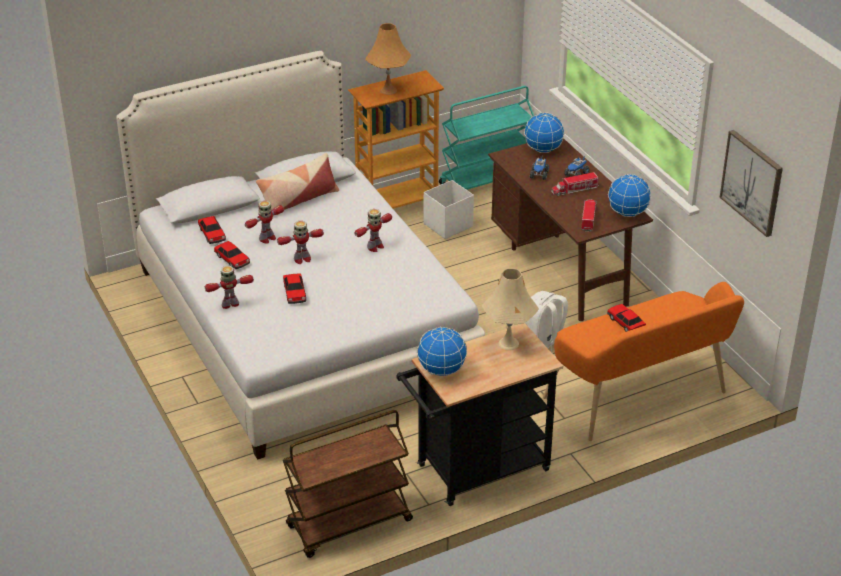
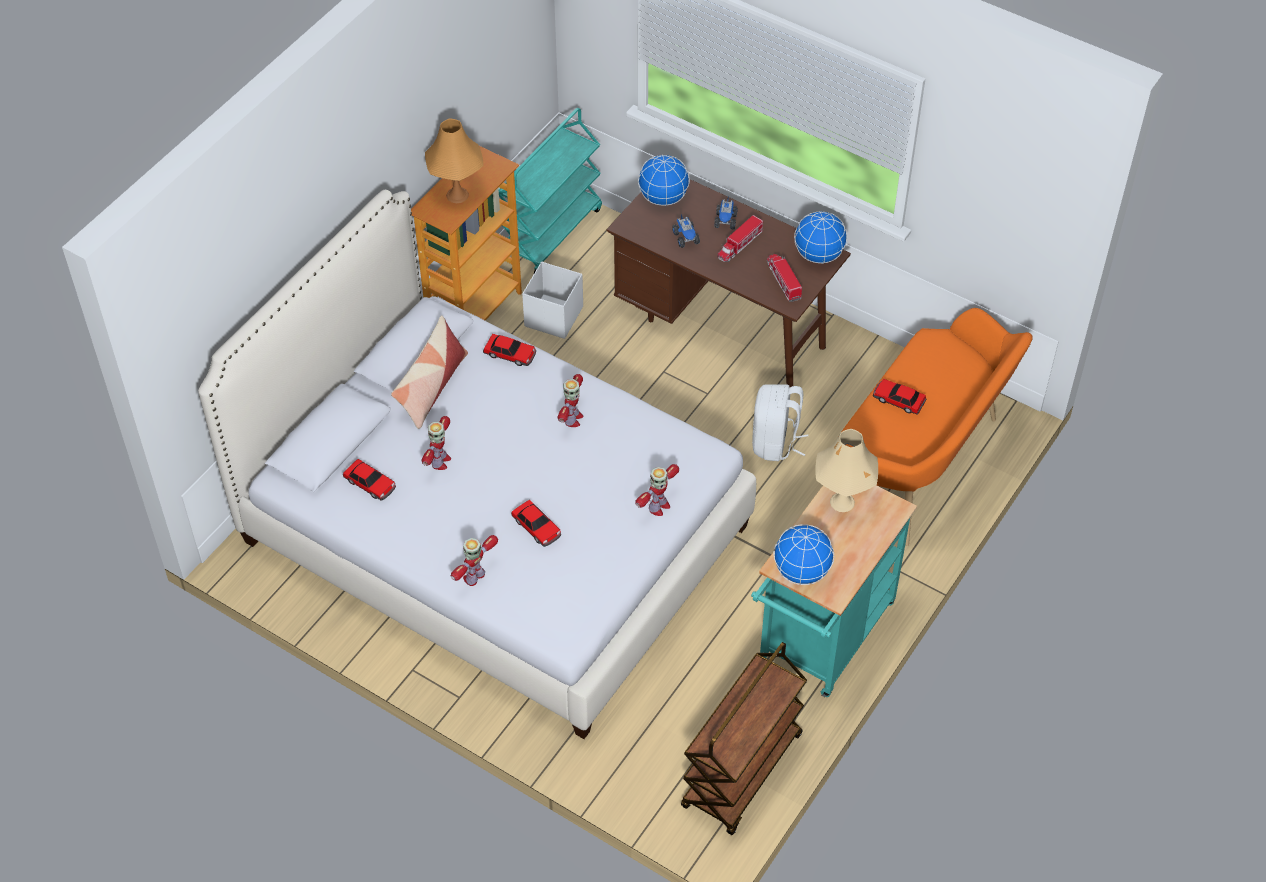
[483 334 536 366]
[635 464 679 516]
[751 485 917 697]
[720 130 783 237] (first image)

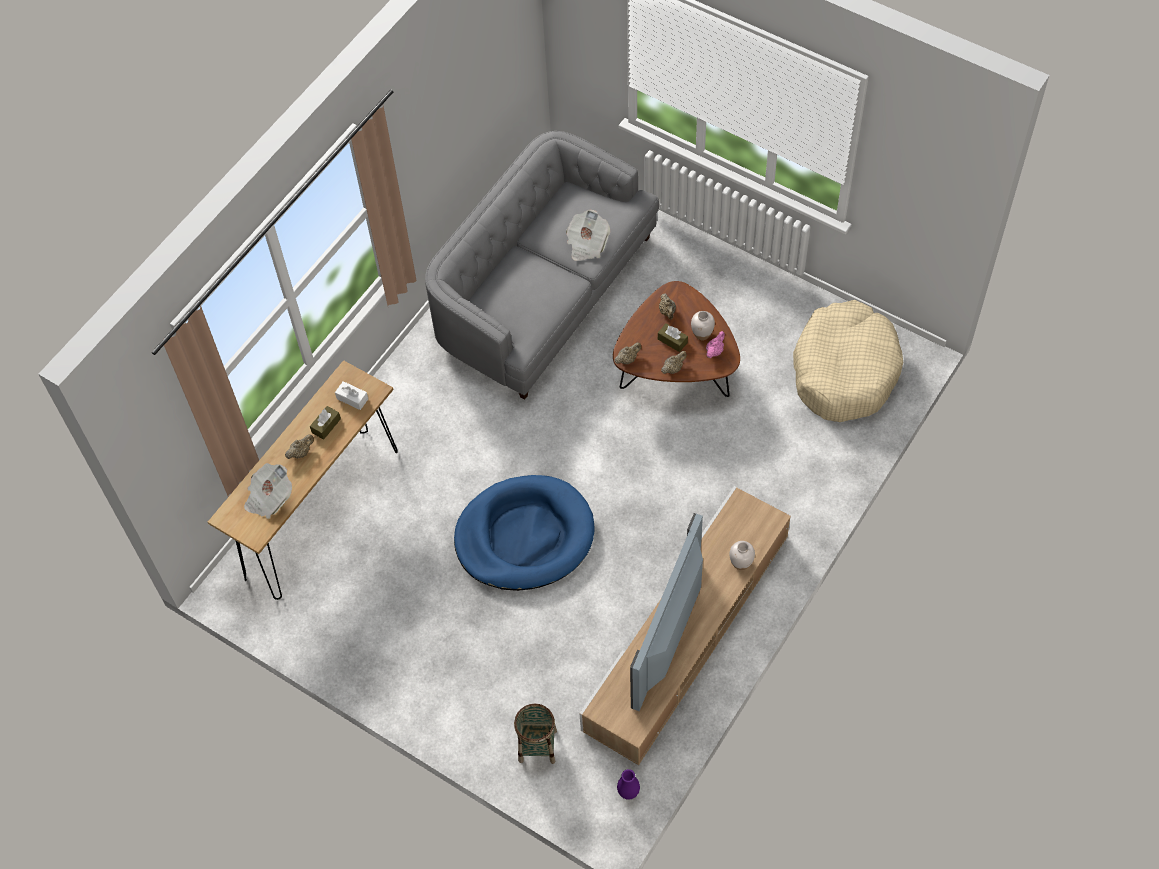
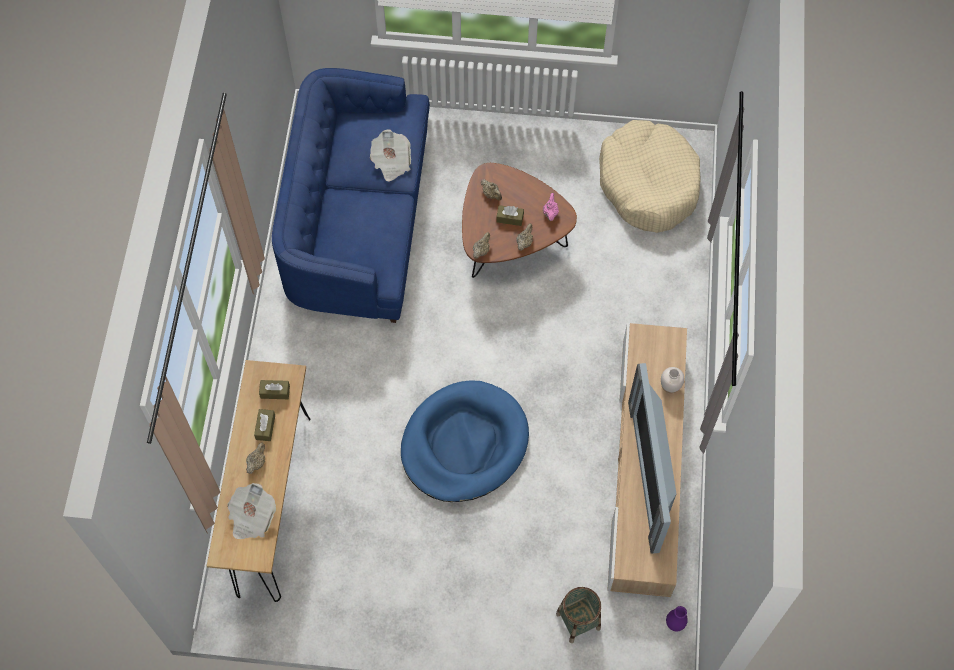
[259 380 290 399]
[272 68 430 323]
[691 311 715 340] (first image)

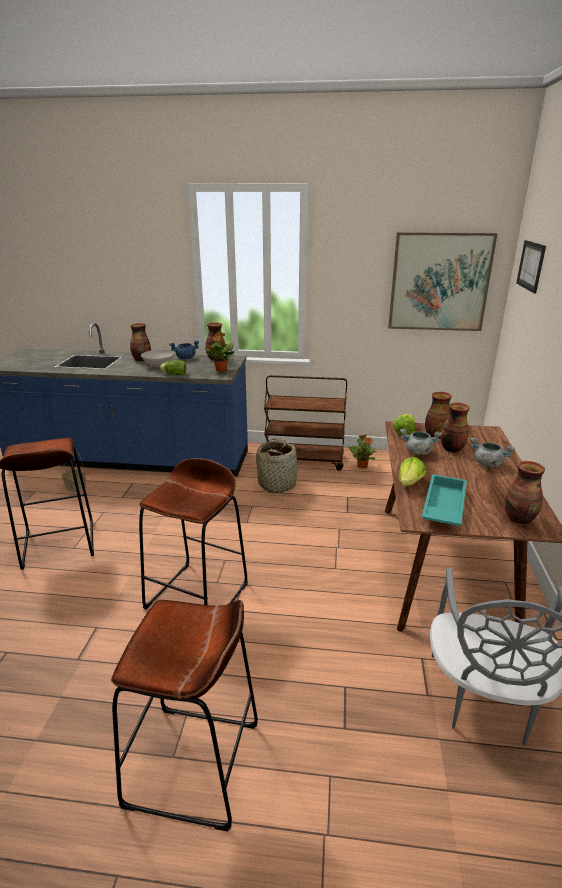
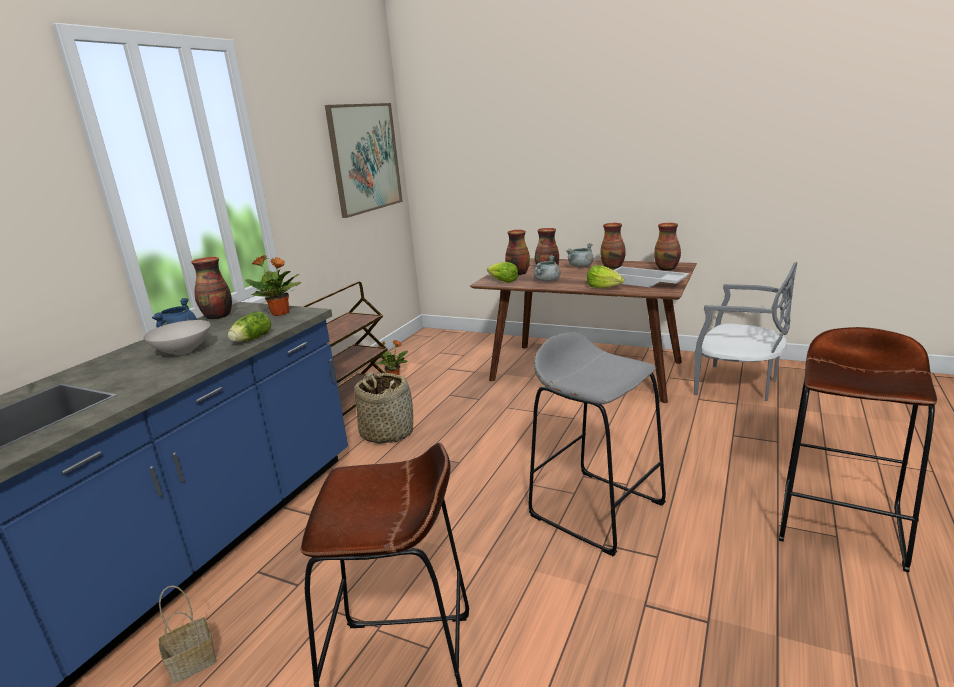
[529 332 666 556]
[600 223 626 269]
[614 267 689 287]
[516 240 546 294] (first image)

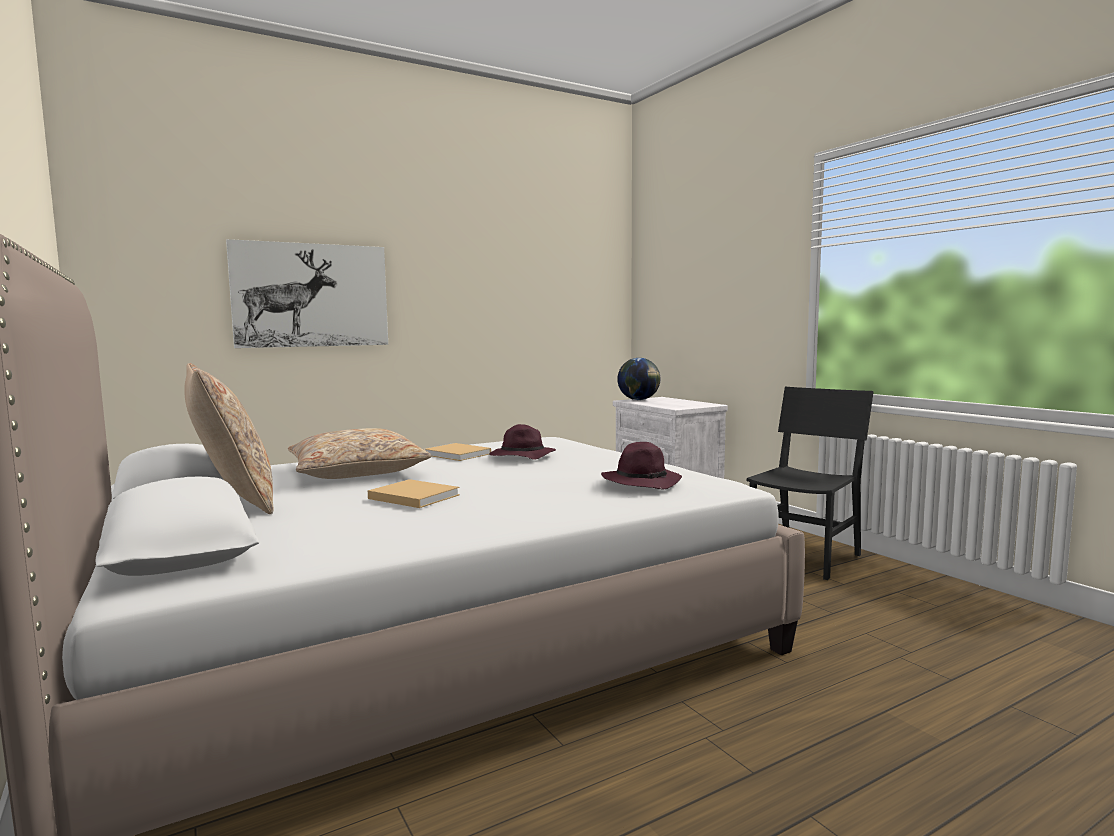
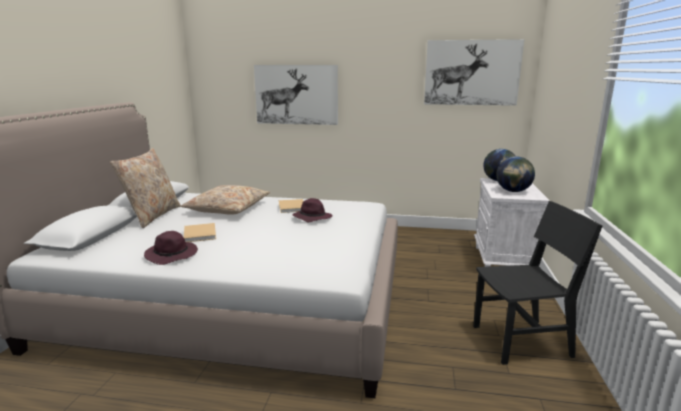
[144 231 198 265]
[424 39 524 106]
[496 156 535 192]

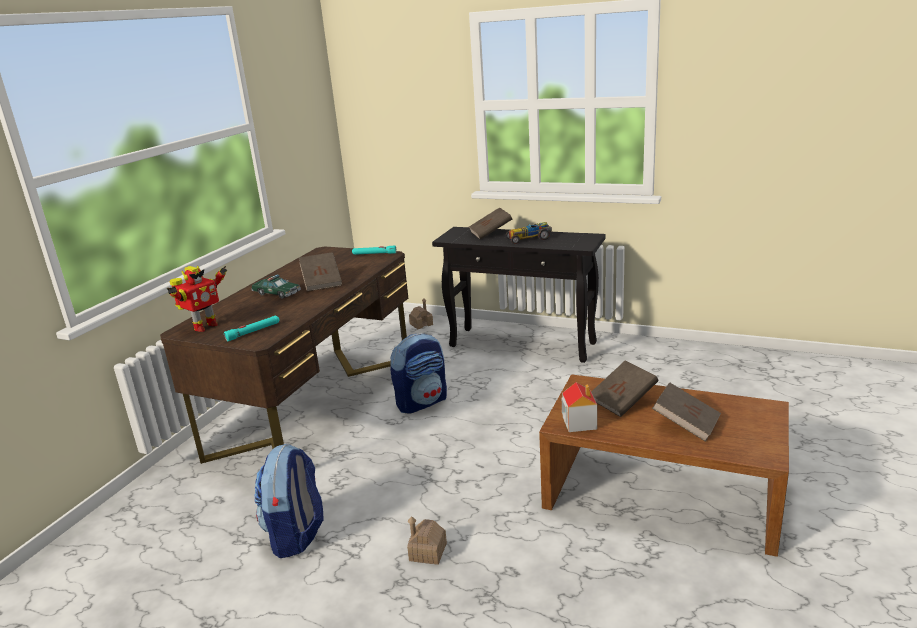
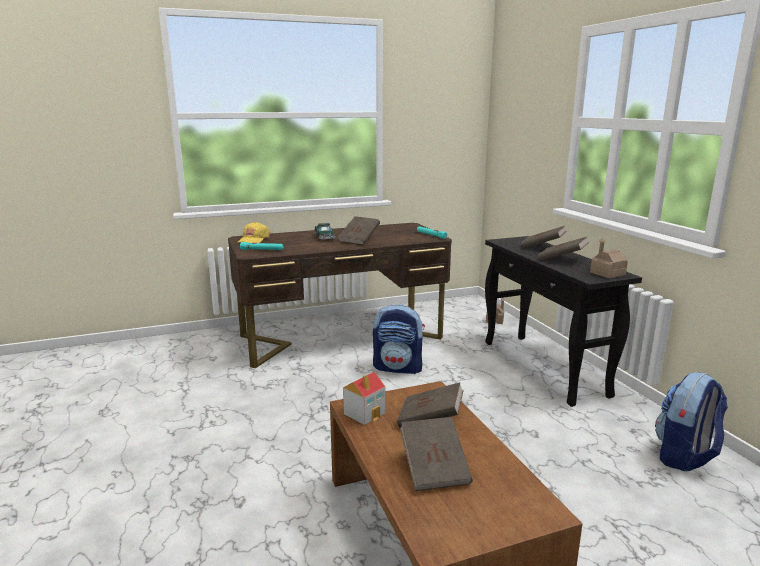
[238 222 270 243]
[538 237 589 261]
[590 238 628 278]
[655 372 728 471]

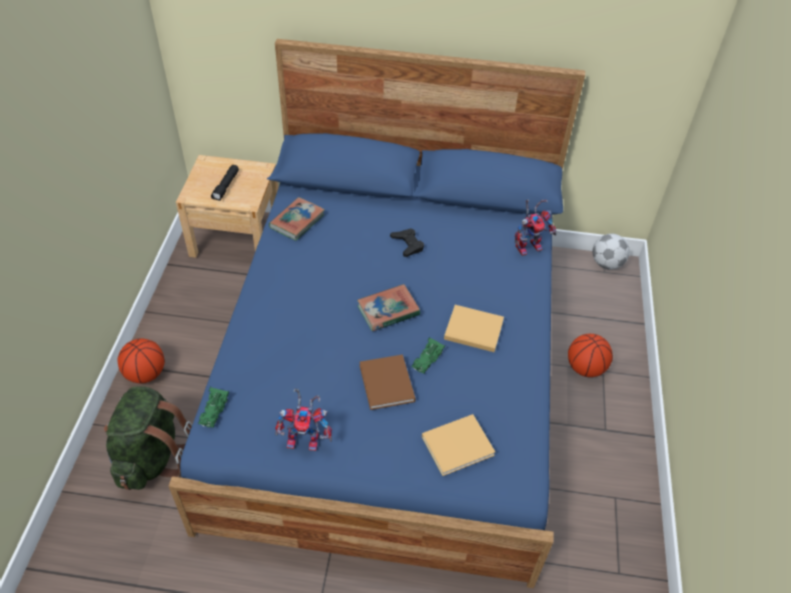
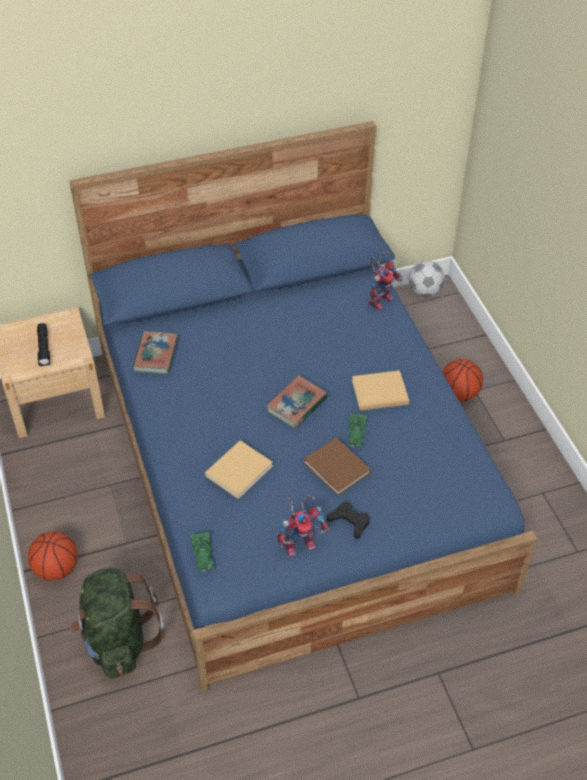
[205 440 273 499]
[326 502 370 539]

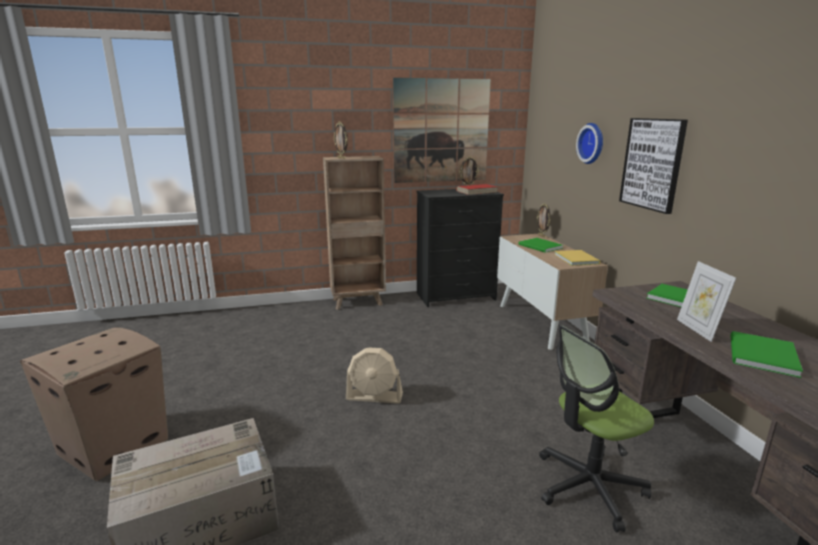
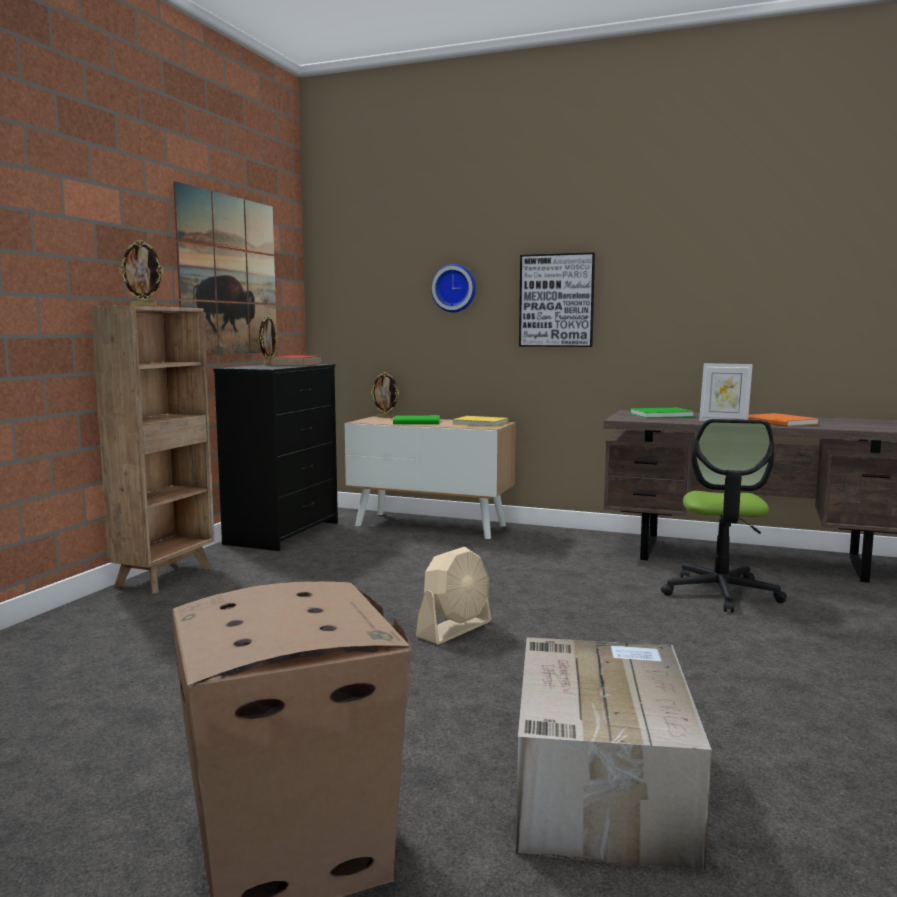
[748 413 819 427]

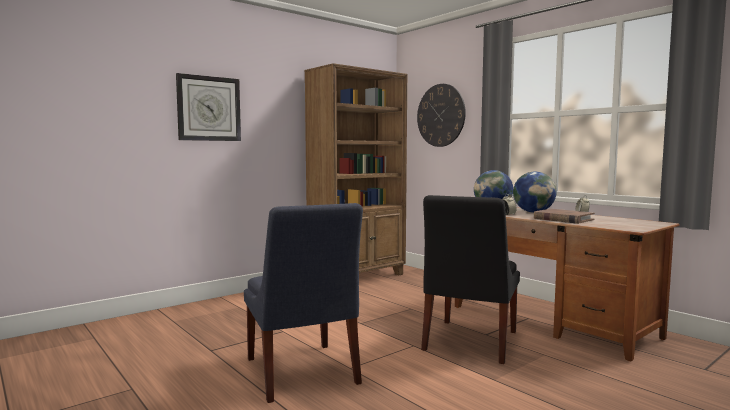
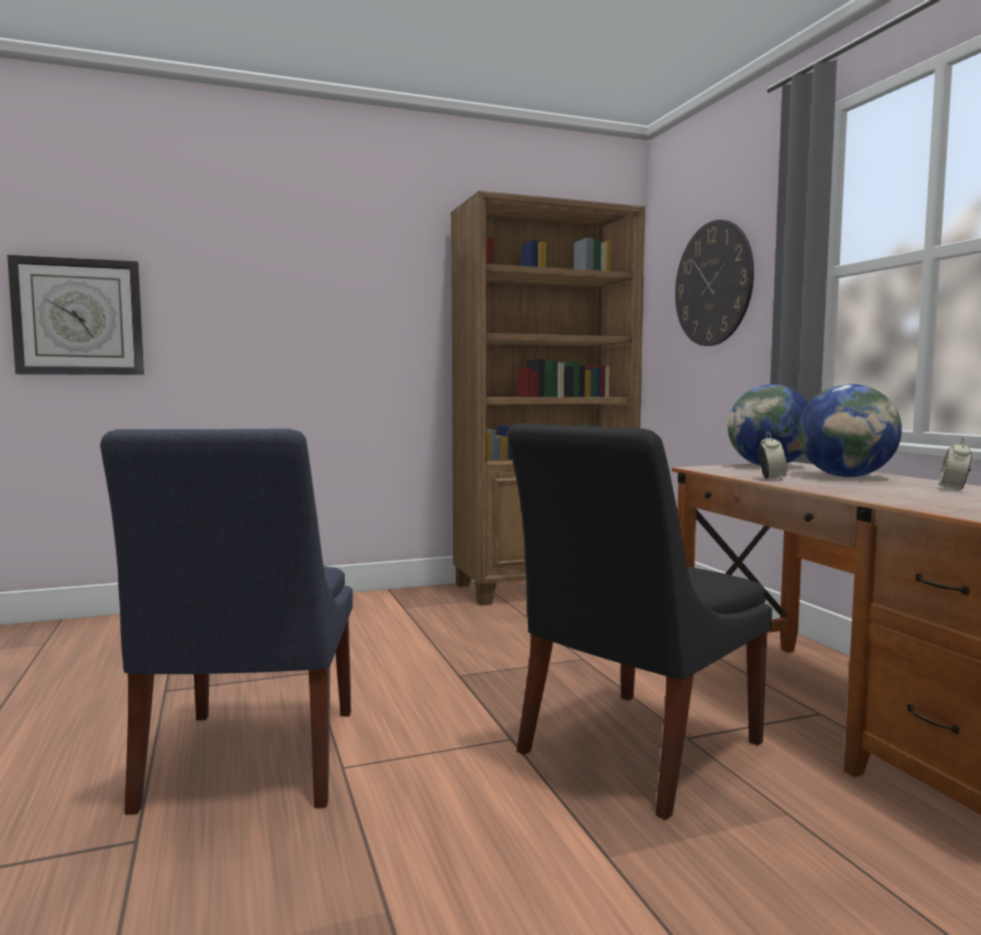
[7 255 144 375]
[534 209 595 224] (first image)

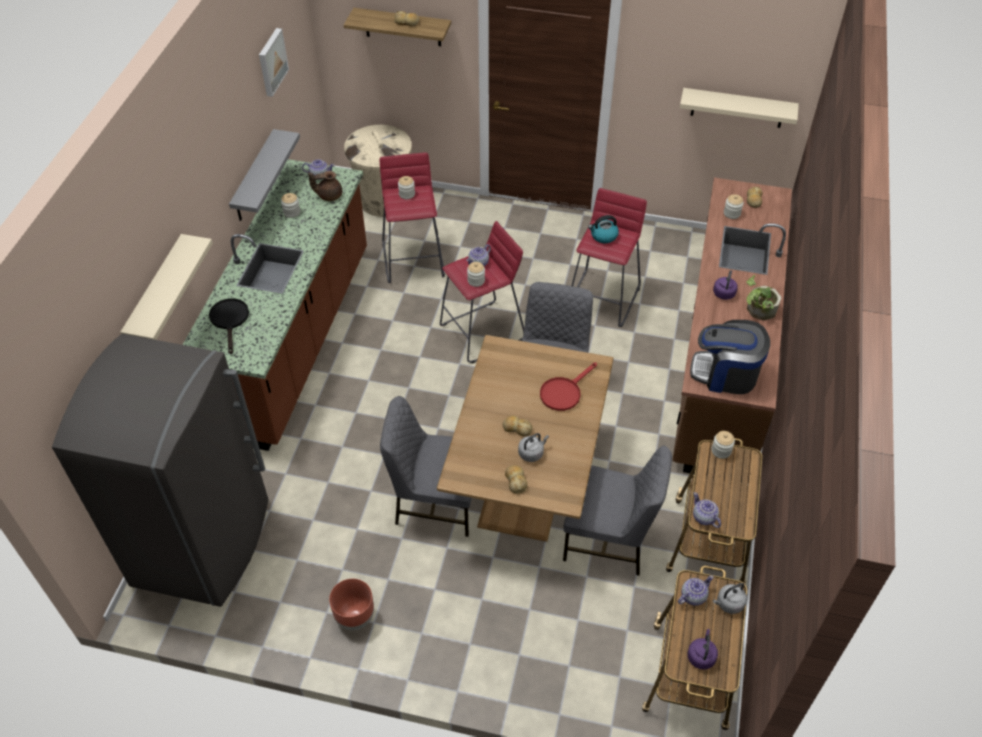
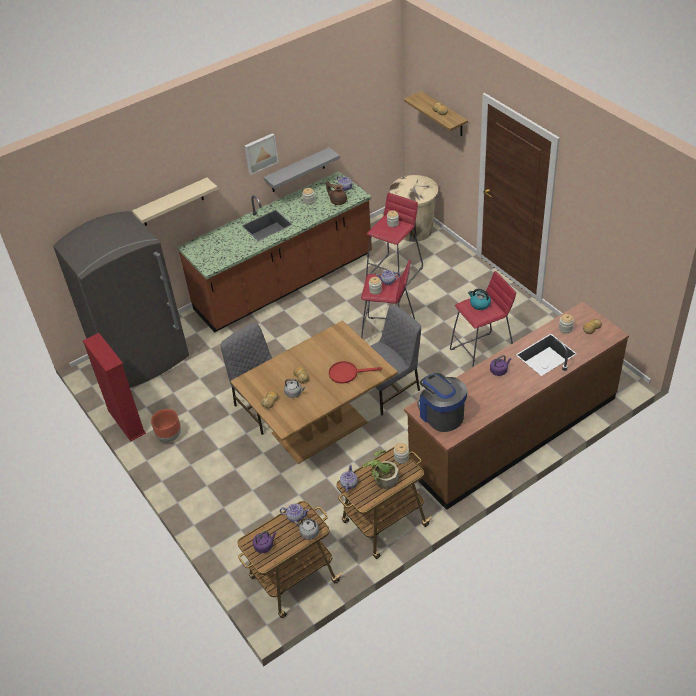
[83 333 146 442]
[244 133 279 175]
[363 451 399 490]
[209 298 249 354] (first image)
[563 446 672 576] (first image)
[680 88 799 128] (first image)

